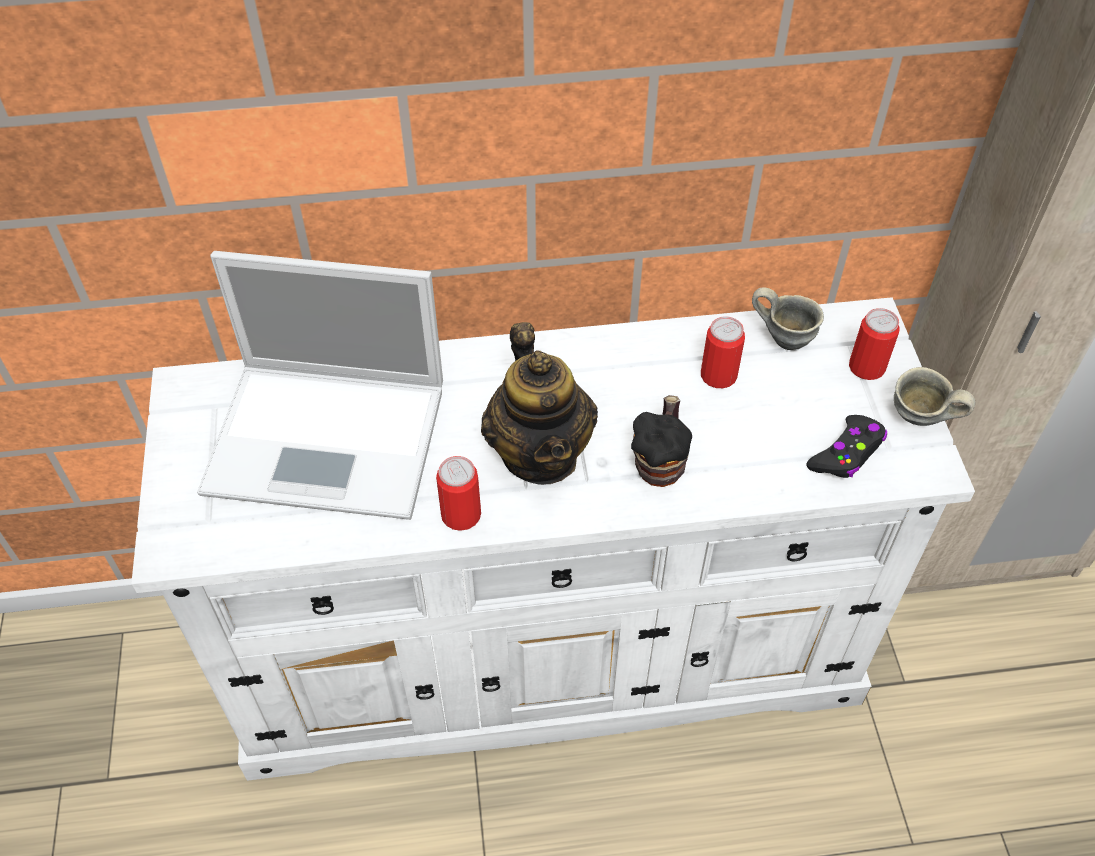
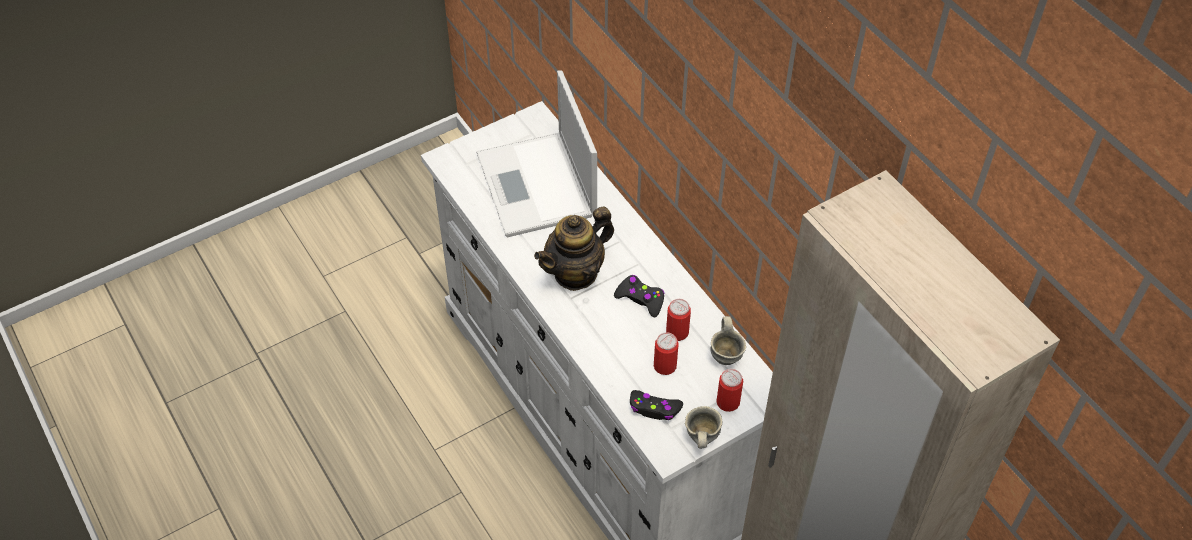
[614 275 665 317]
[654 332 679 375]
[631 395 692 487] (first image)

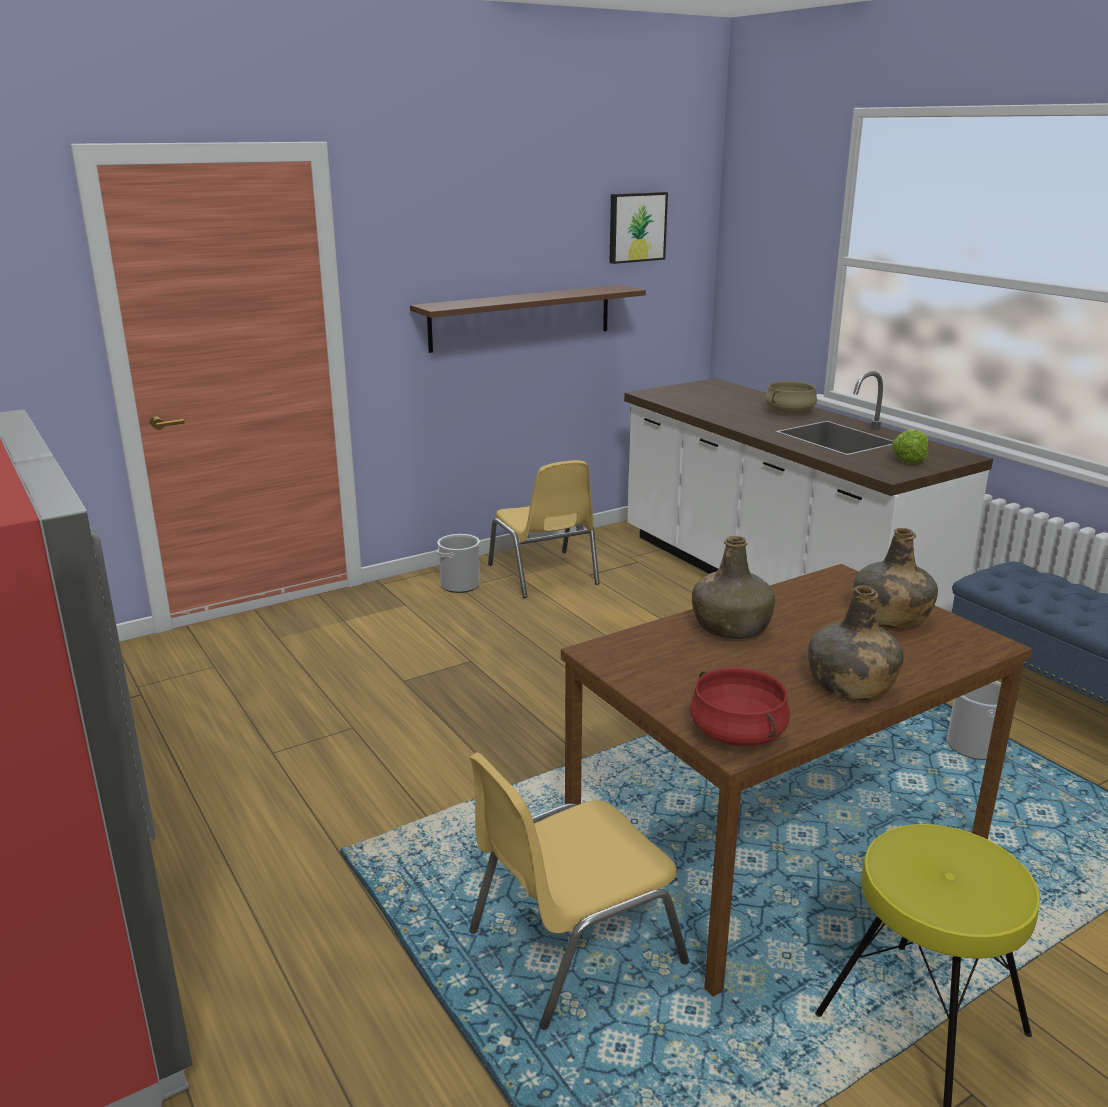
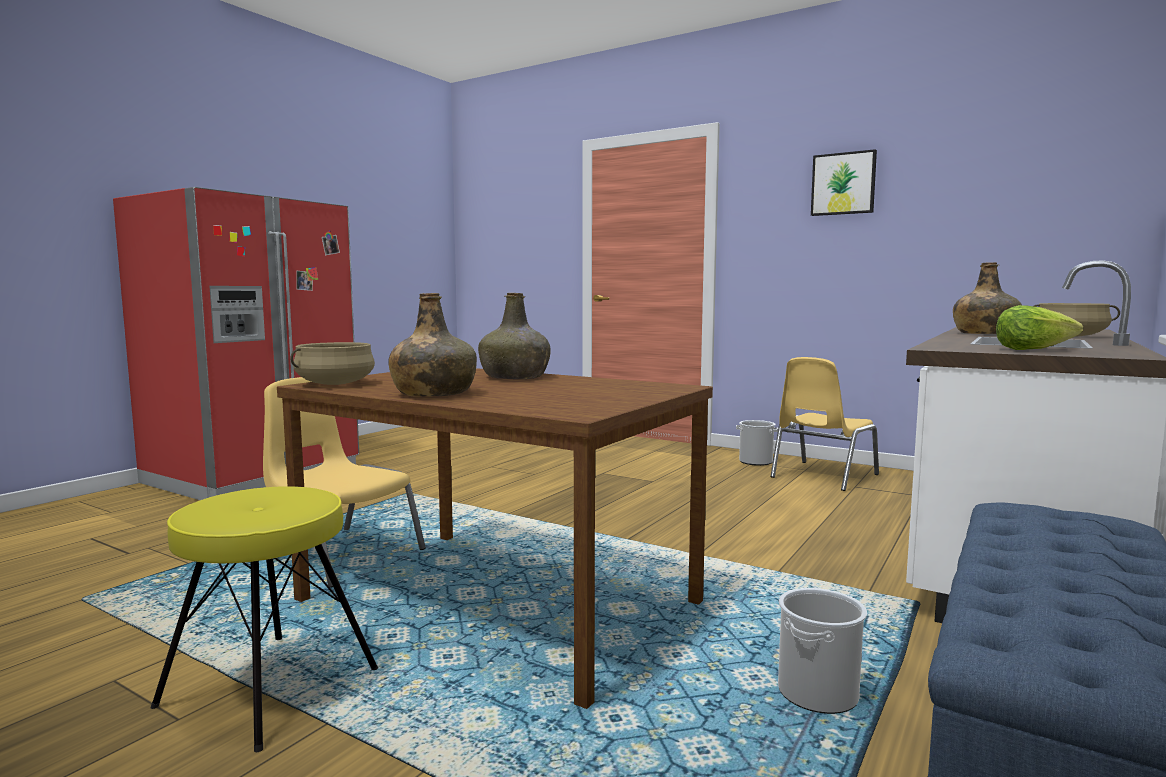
[290 342 375 385]
[811 149 877 216]
[953 262 1022 334]
[410 285 646 353] (first image)

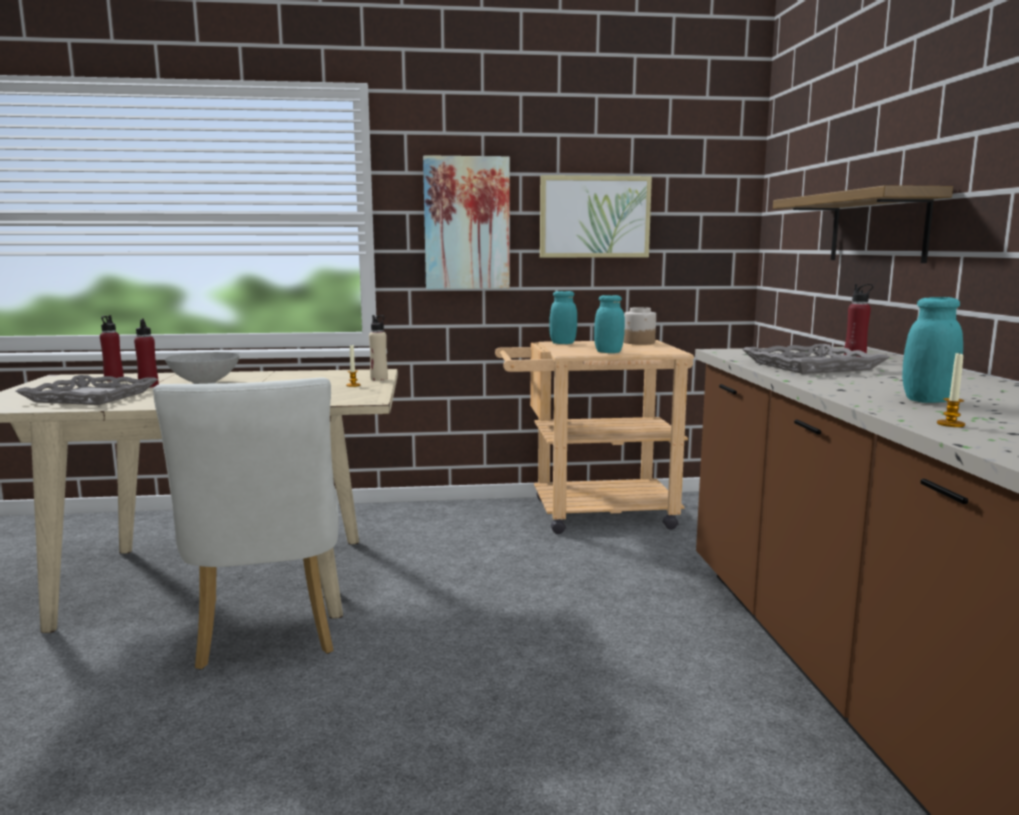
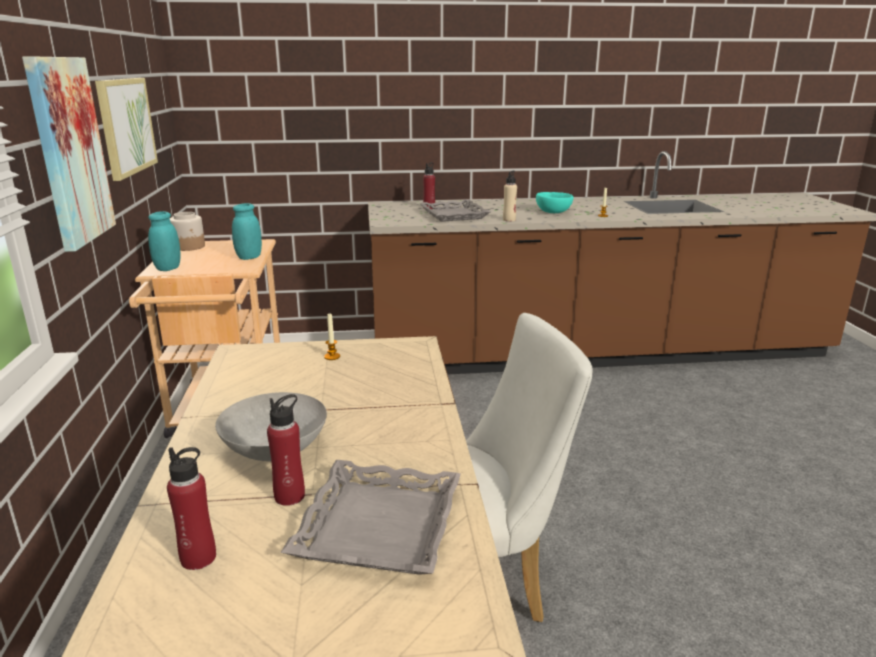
[503 171 517 221]
[536 192 573 213]
[773 185 953 263] (first image)

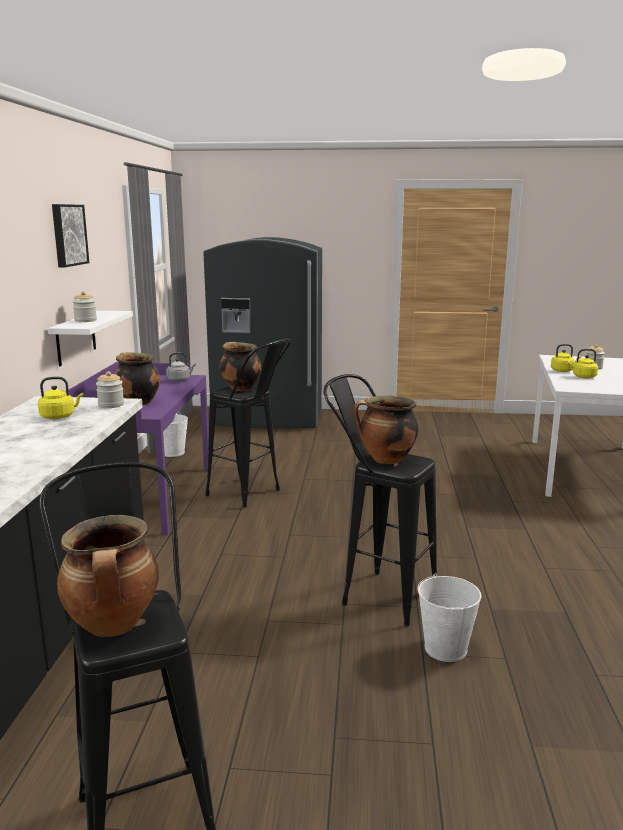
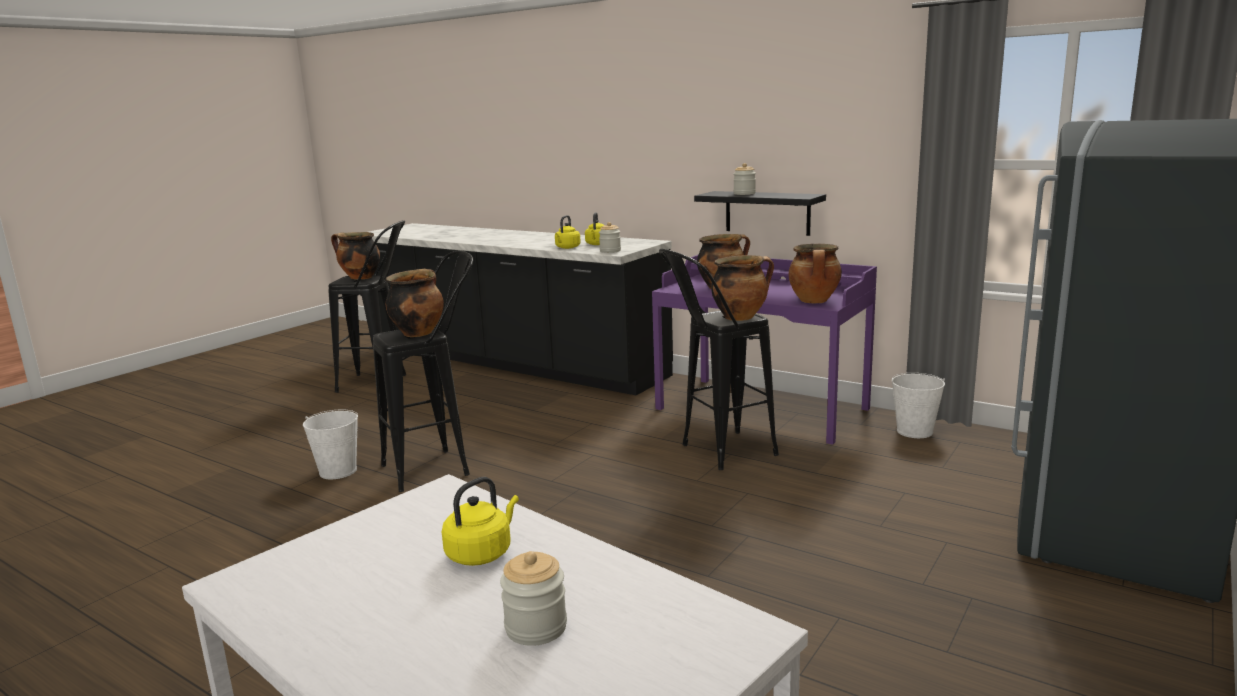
[555 215 581 249]
[694 191 826 236]
[789 244 842 303]
[52 204 89 267] (first image)

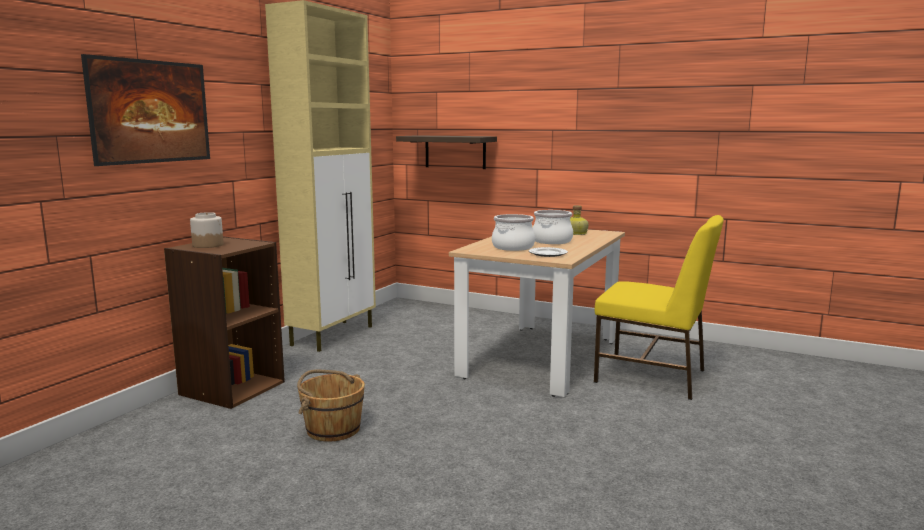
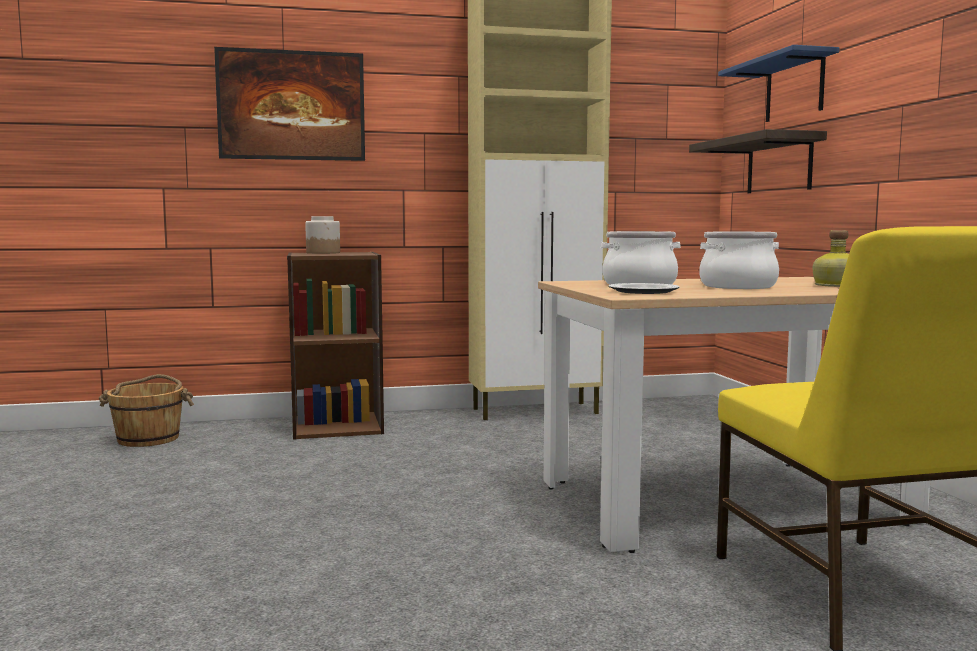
[99 374 194 447]
[718 45 839 122]

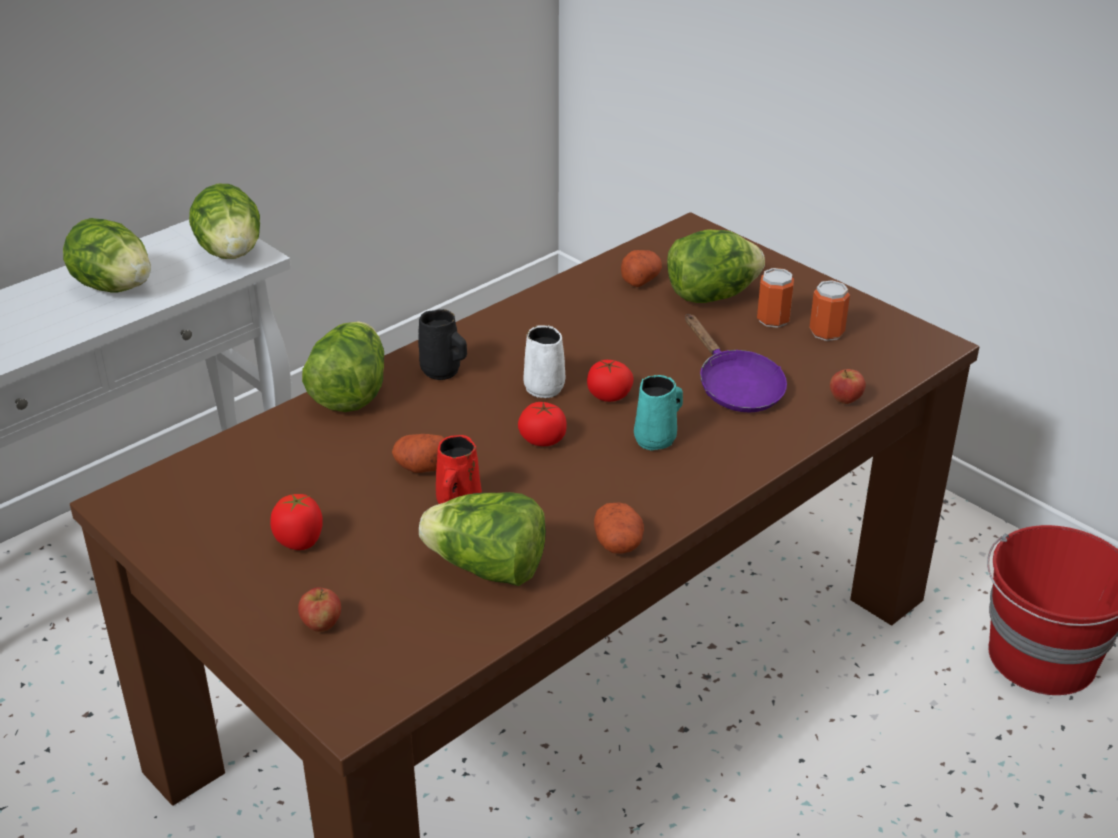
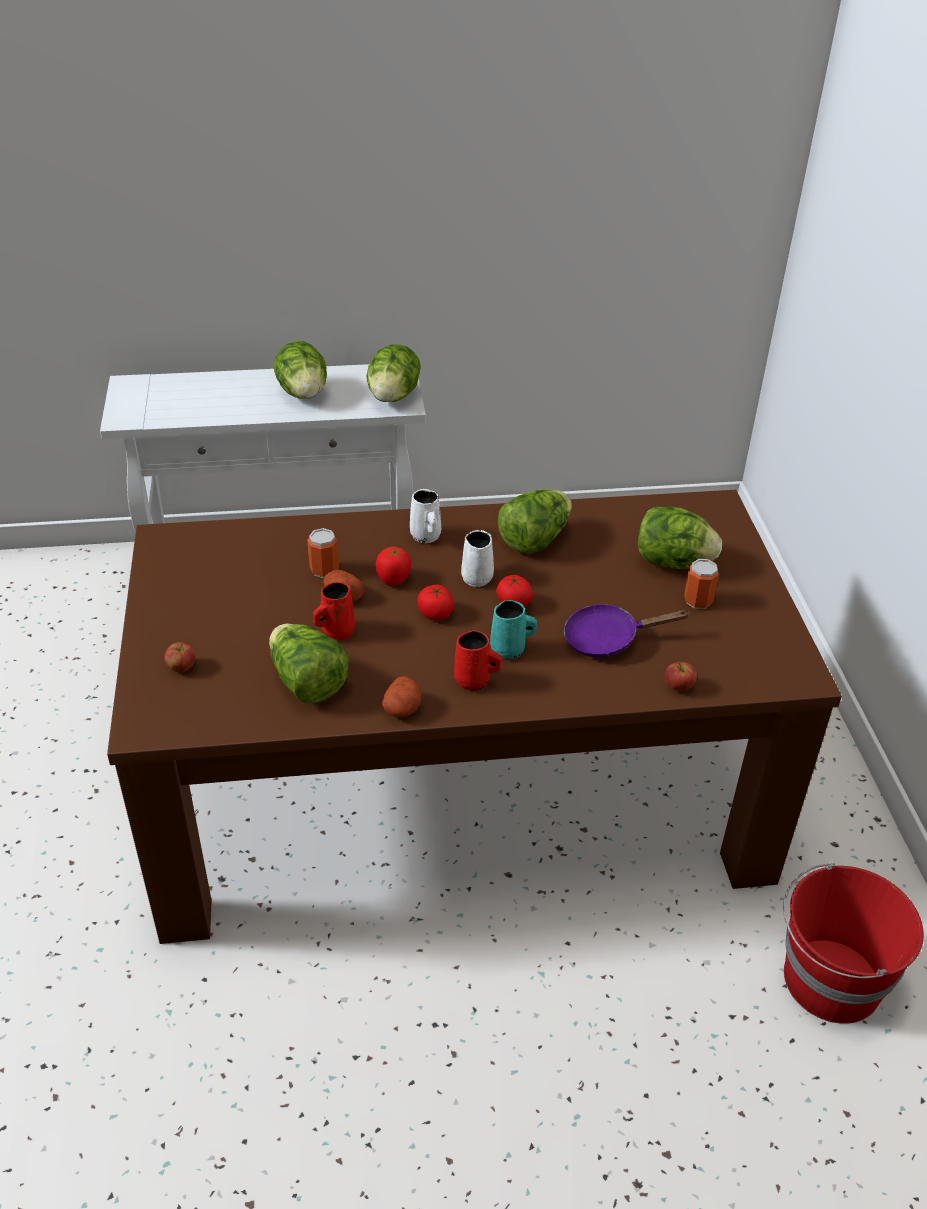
[307 528 339 578]
[376 547 411 586]
[410 489 441 543]
[454 630 501 691]
[498 489 572 554]
[564 604 690 657]
[621 250 662 287] (first image)

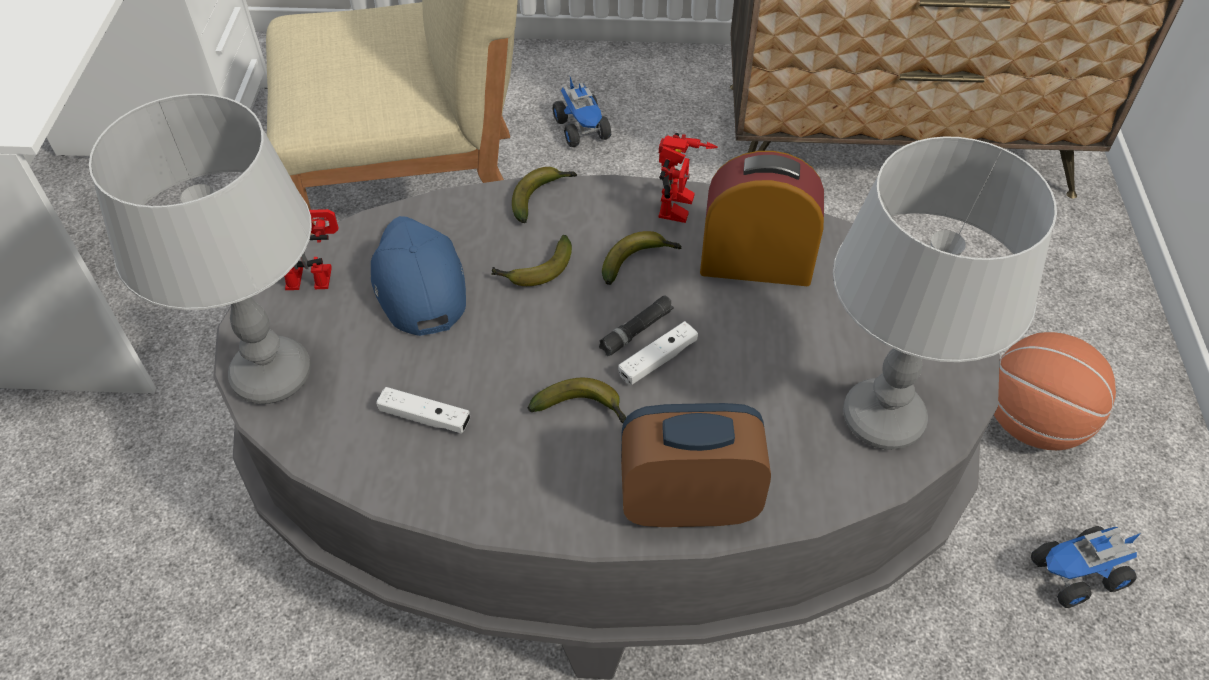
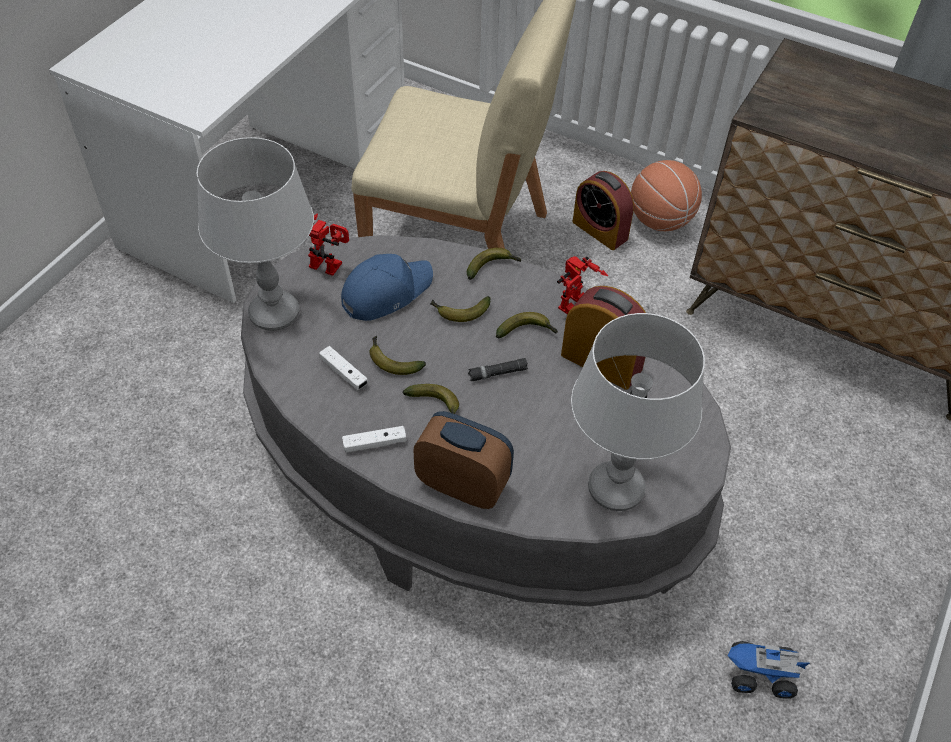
[341 254 433 321]
[342 426 406 452]
[370 336 426 375]
[573 171 634 250]
[631 160 702 231]

